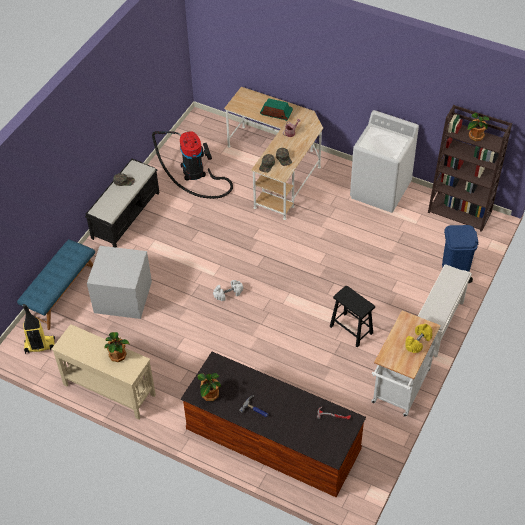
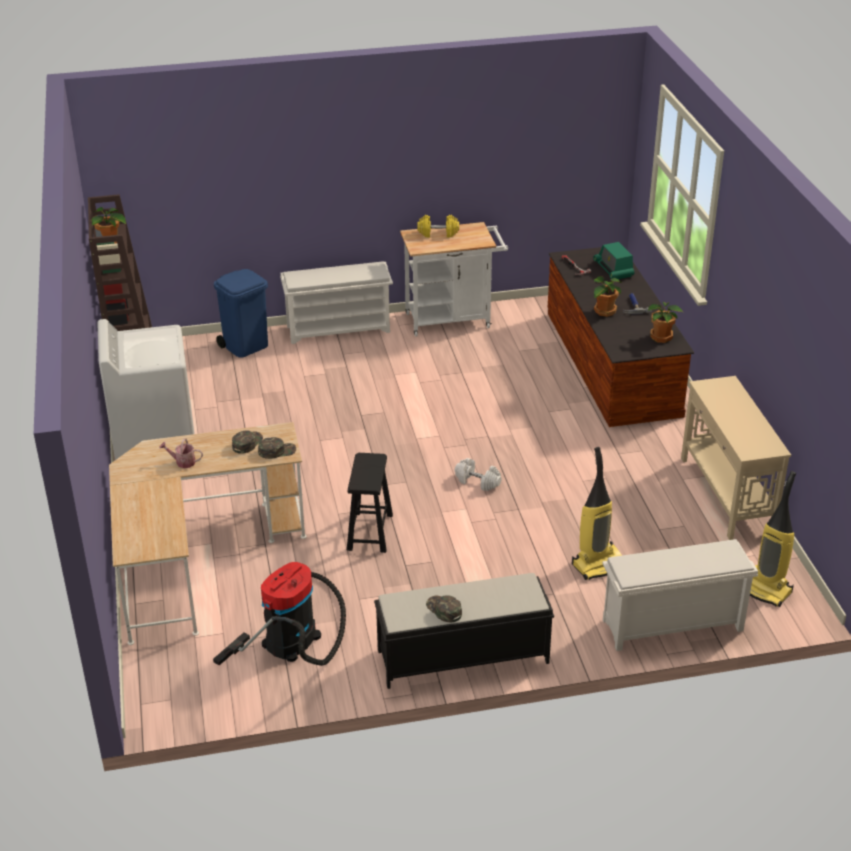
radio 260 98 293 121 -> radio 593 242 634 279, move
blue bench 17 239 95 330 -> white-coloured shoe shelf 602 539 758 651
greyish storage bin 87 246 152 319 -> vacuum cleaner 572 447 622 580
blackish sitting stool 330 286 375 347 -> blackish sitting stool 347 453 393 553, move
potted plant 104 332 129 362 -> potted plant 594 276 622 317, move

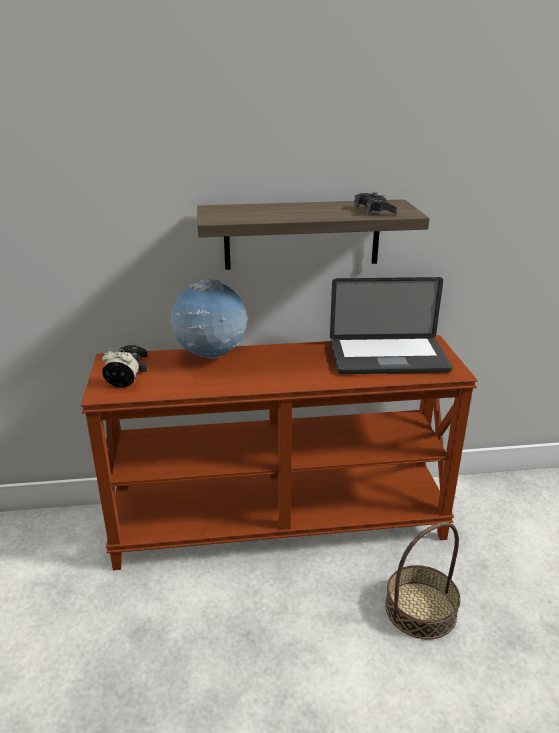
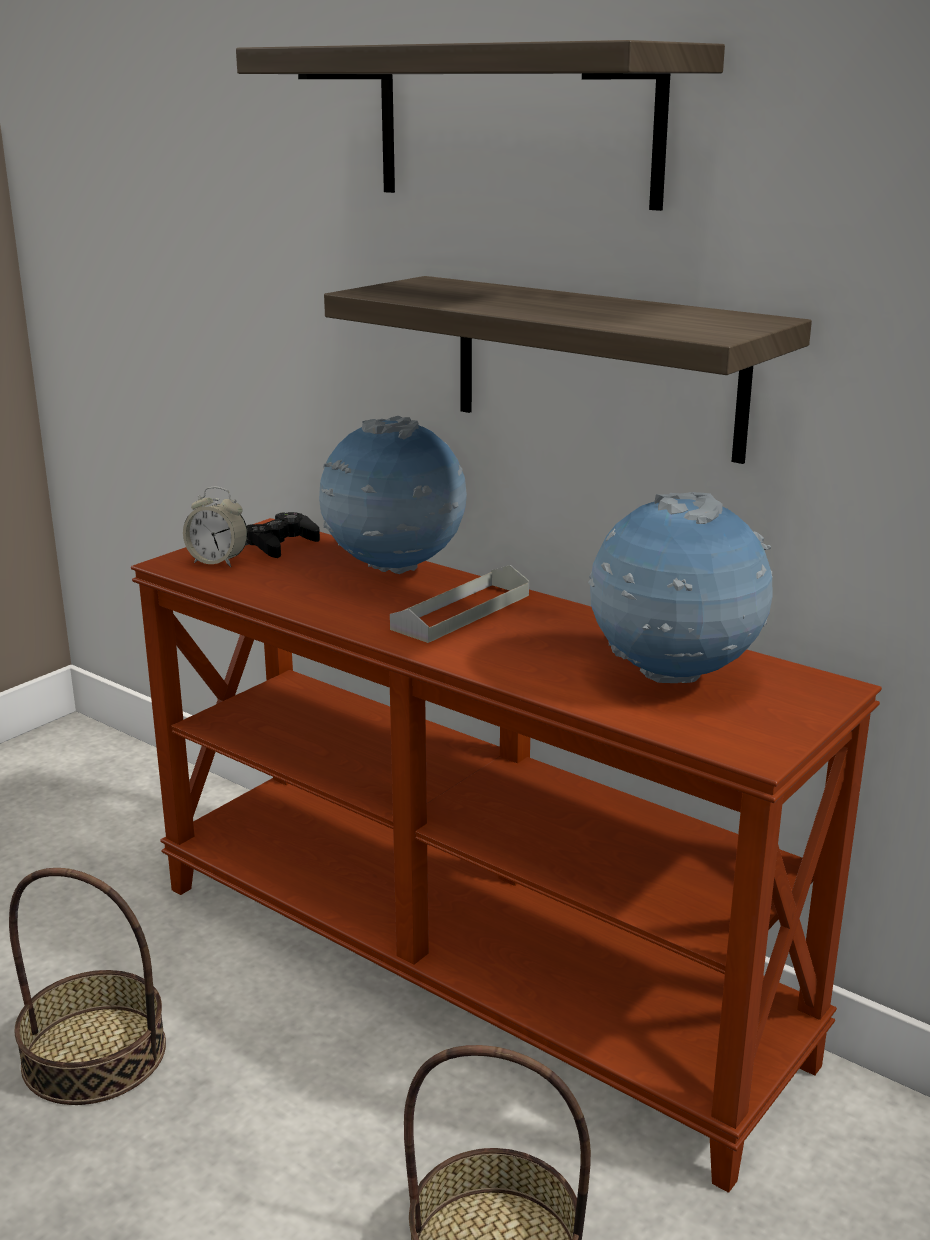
blackish game controller 354 192 397 215 -> none
notebook computer 330 277 453 374 -> world globe 588 492 773 683
table clock 102 348 139 387 -> table clock 183 487 248 567, 150 degrees clockwise
none -> wall shelf 236 40 725 211
none -> greyish serving tray 390 565 529 643
none -> storage basket 9 868 166 1105

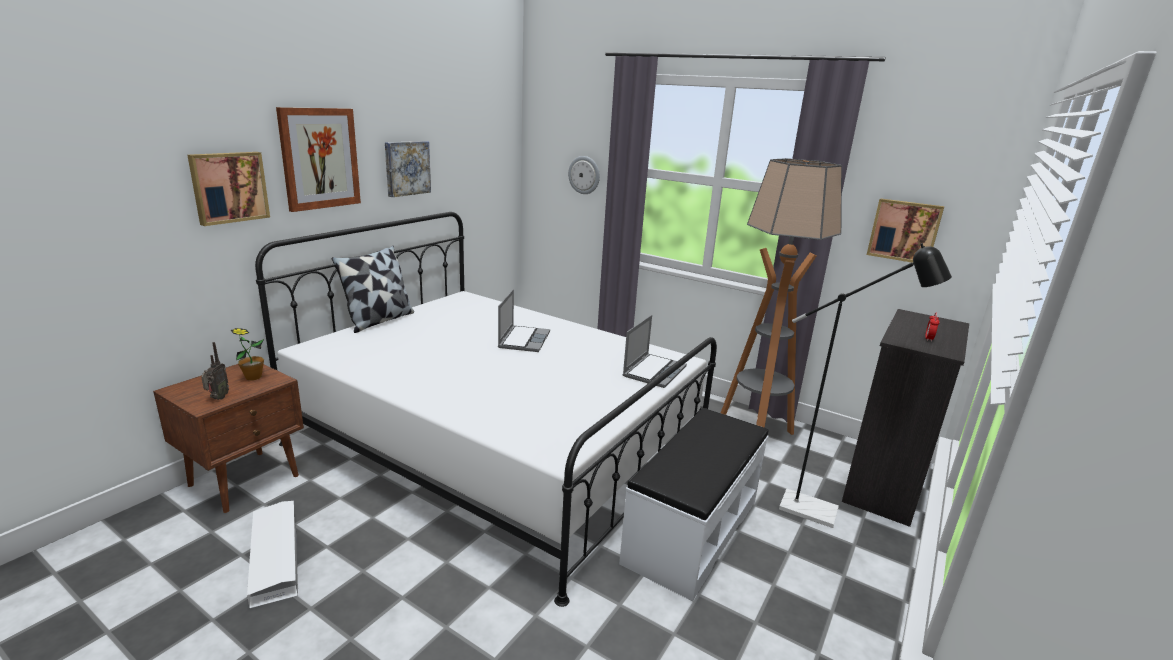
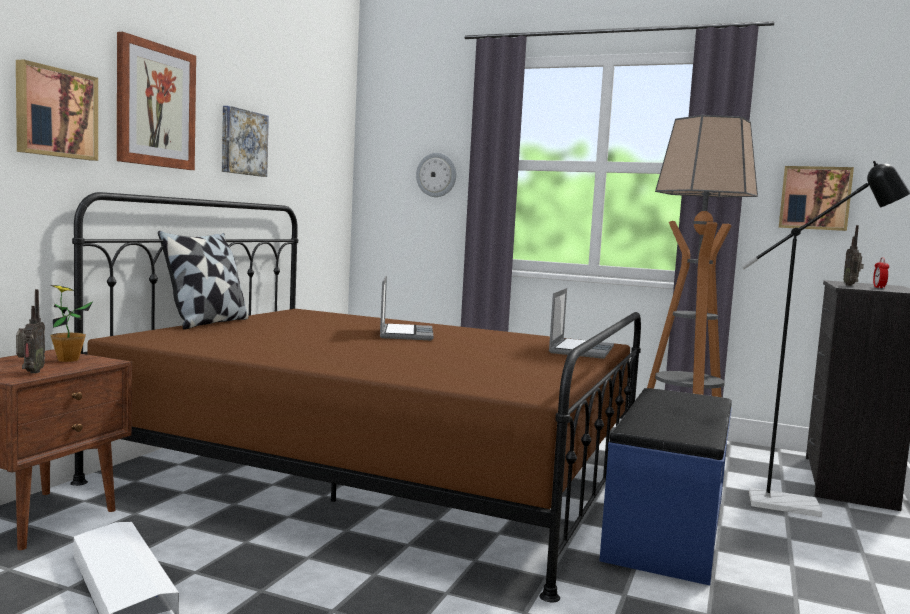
white-coloured sleeping bed 255 212 717 607 -> brown-coloured sleeping bed 70 192 641 603
white-coloured bench 619 408 769 601 -> blue bench 599 388 732 585
none -> radio 843 225 864 286

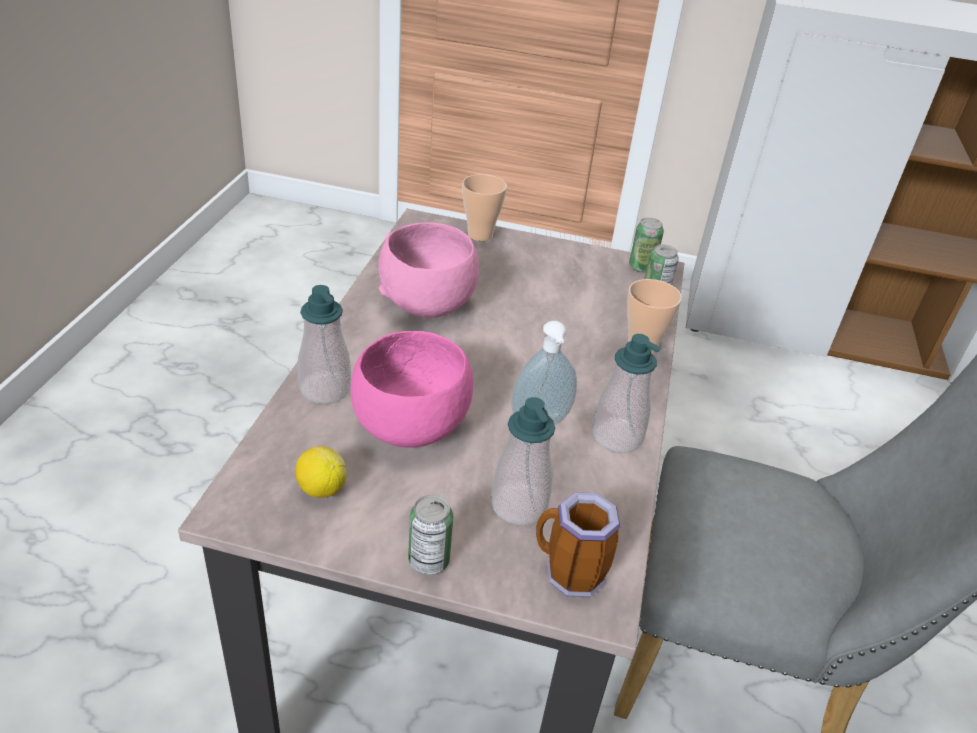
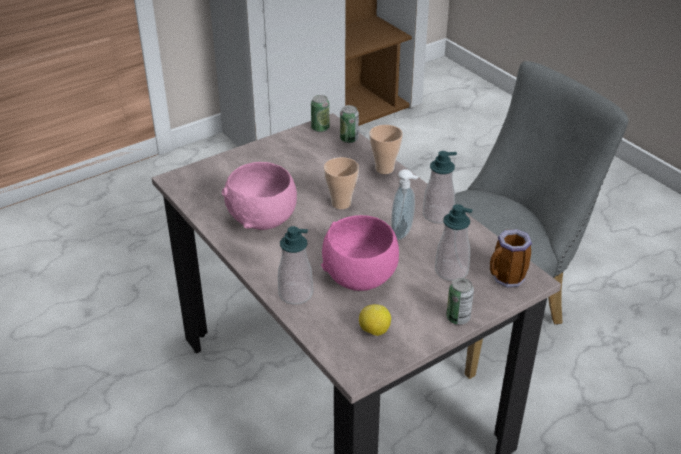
small cup 462 174 507 241 -> small cup 324 157 359 209, move

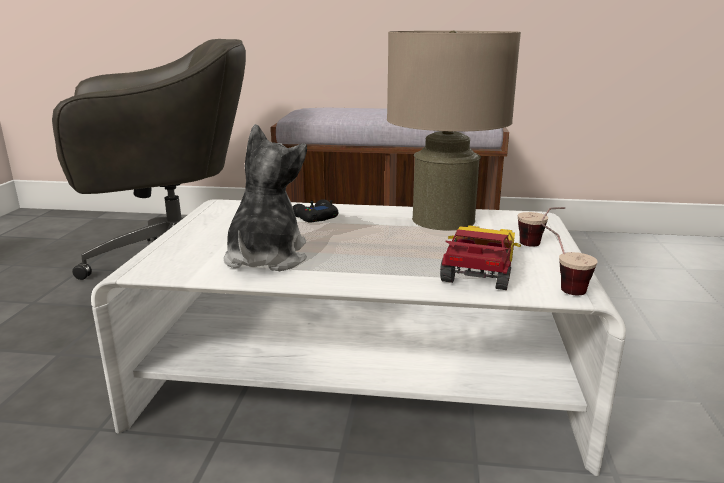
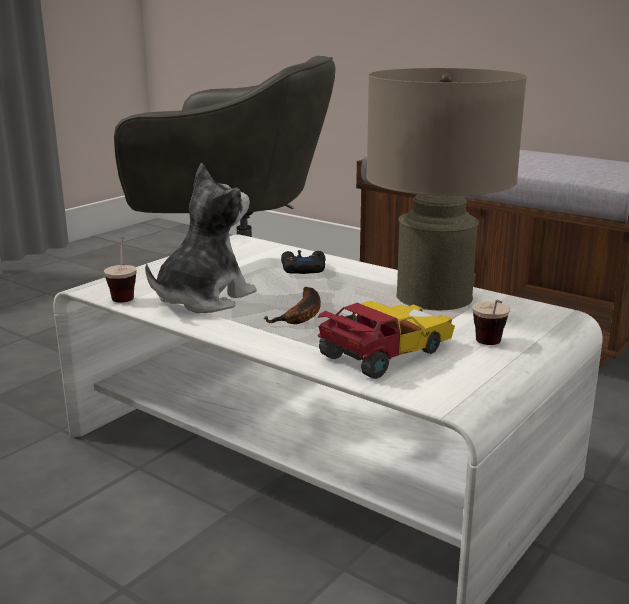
small cup 541 223 597 295 -> small cup 104 236 137 302, move
none -> banana fruit 264 287 321 324

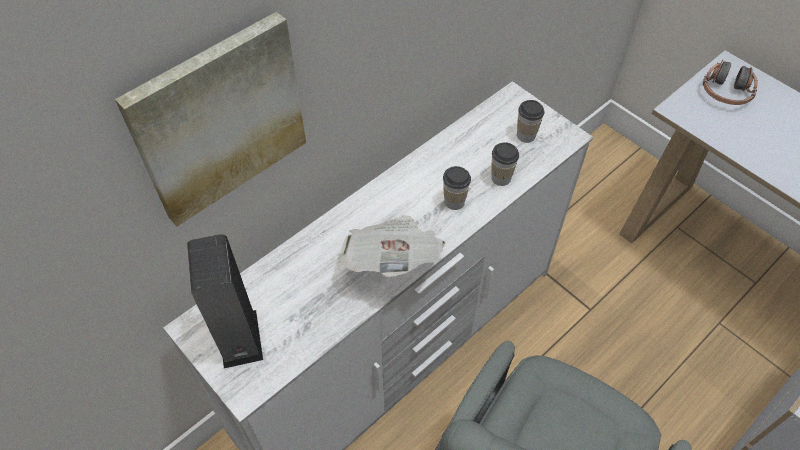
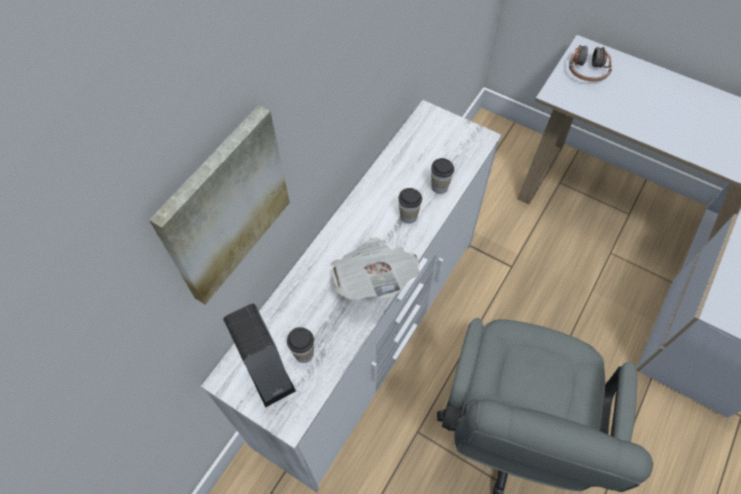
small cup 517 100 545 143 -> small cup 287 327 314 363, move

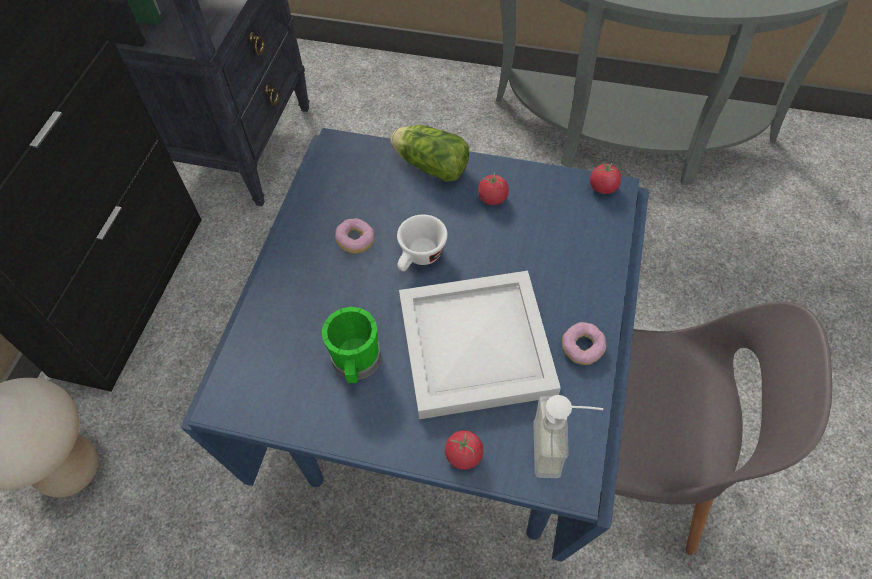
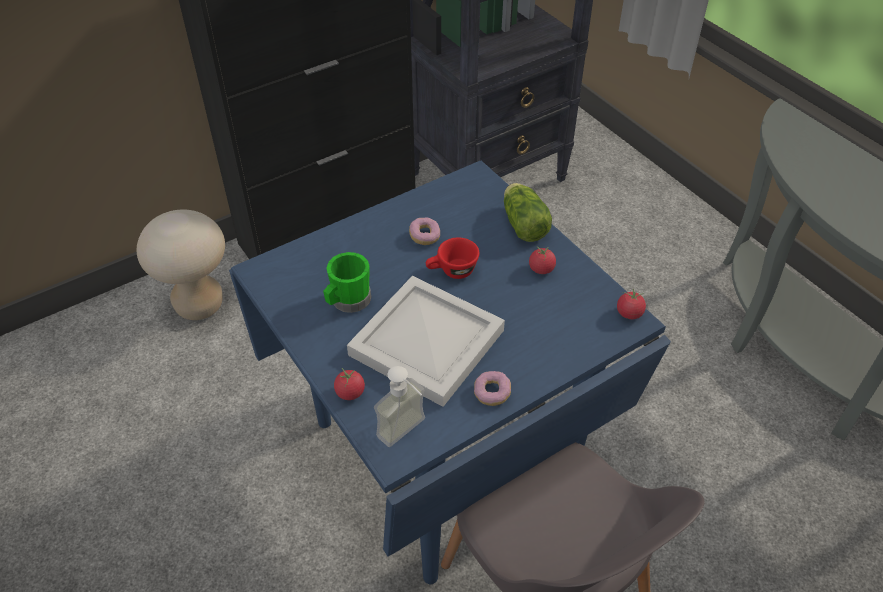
white-coloured small cup 397 214 448 272 -> reddish small cup 426 238 479 279

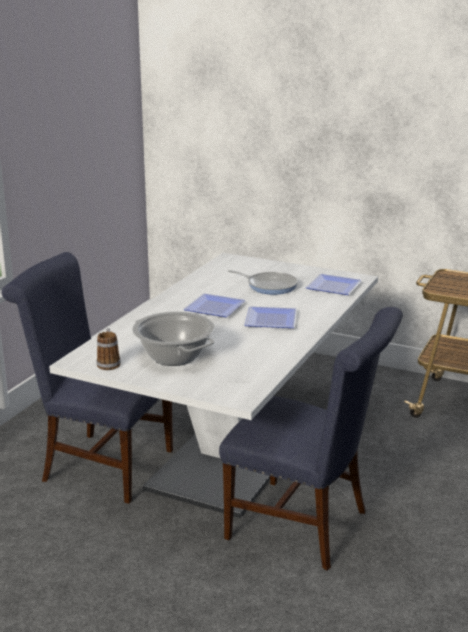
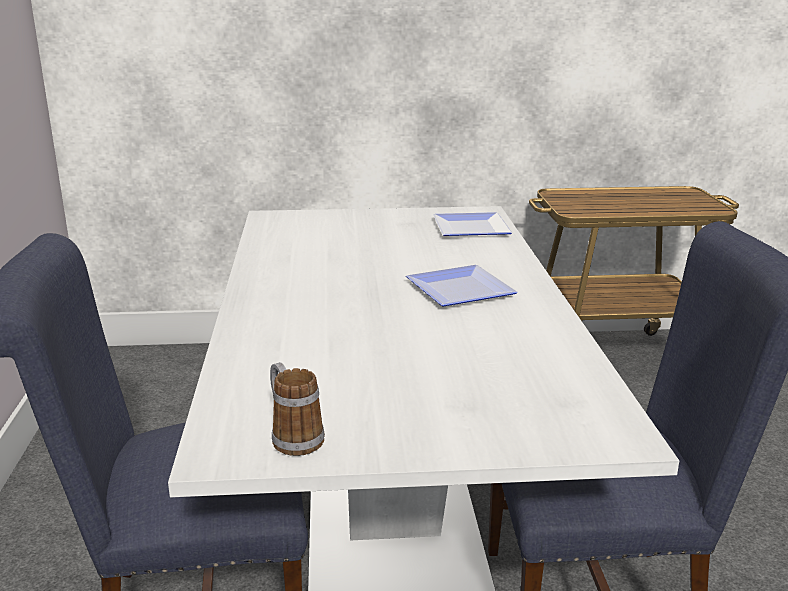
frying pan 228 270 298 294 -> none
dinner plate 183 294 246 317 -> none
cooking pot 132 312 215 366 -> none

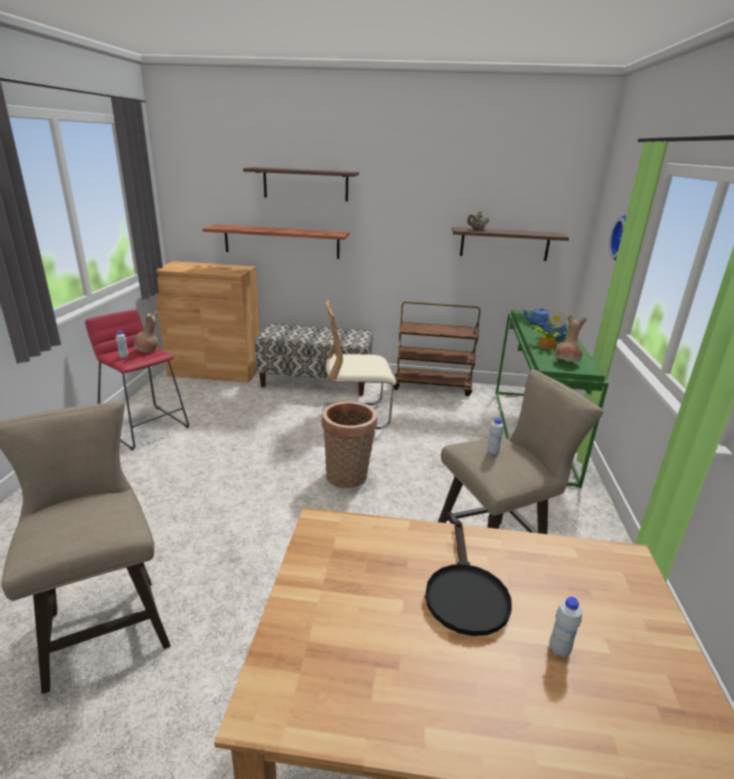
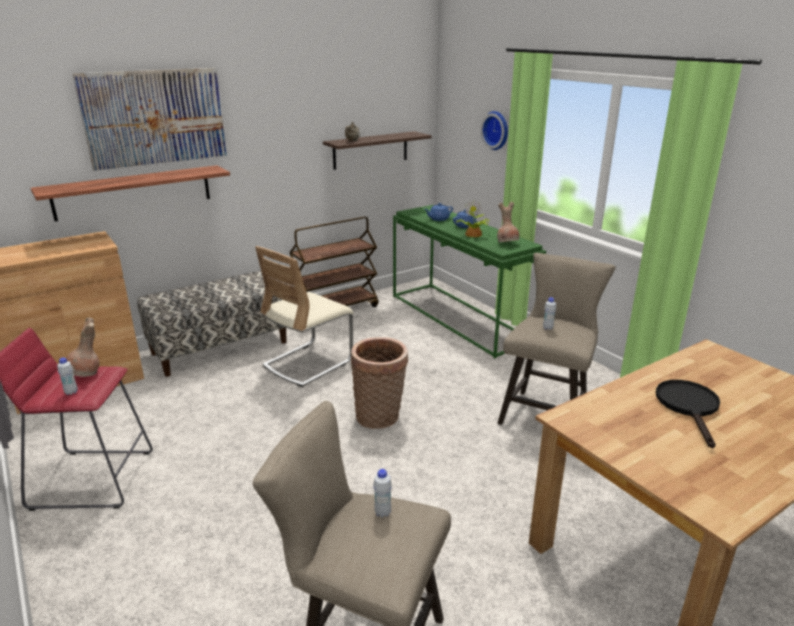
wall shelf 243 167 359 202 -> wall art 73 68 227 171
blackish frying pan 425 520 512 636 -> blackish frying pan 656 380 720 448, 135 degrees counterclockwise
white-coloured drink bottle 549 597 582 658 -> white-coloured drink bottle 373 469 392 518, move

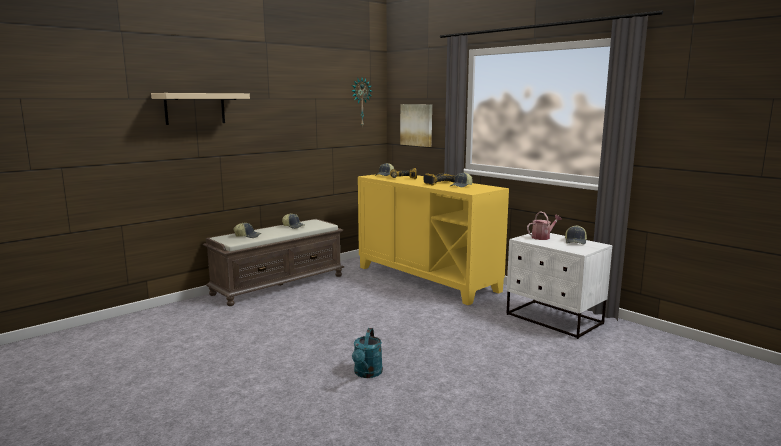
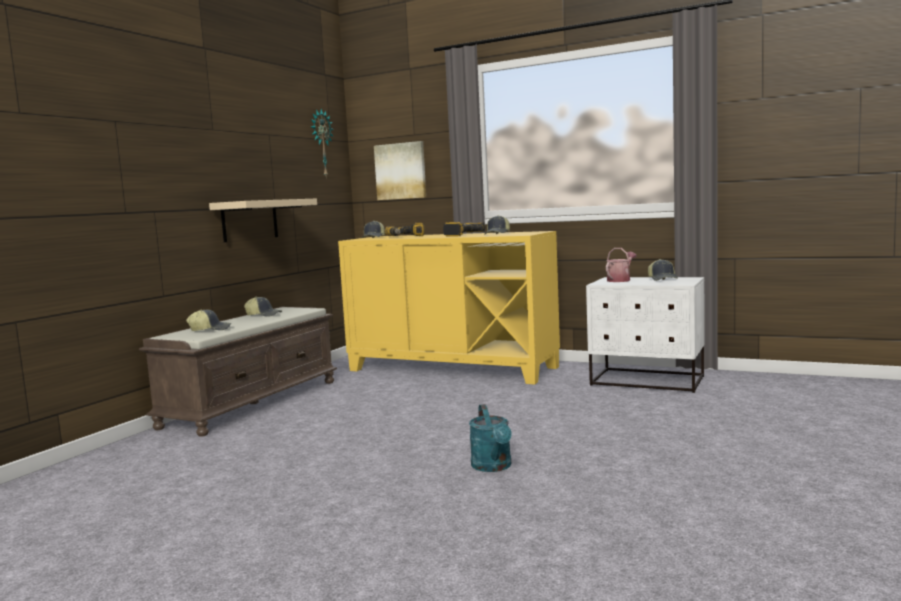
beige wall shelf 151 93 250 125 -> beige wall shelf 209 199 317 242, move

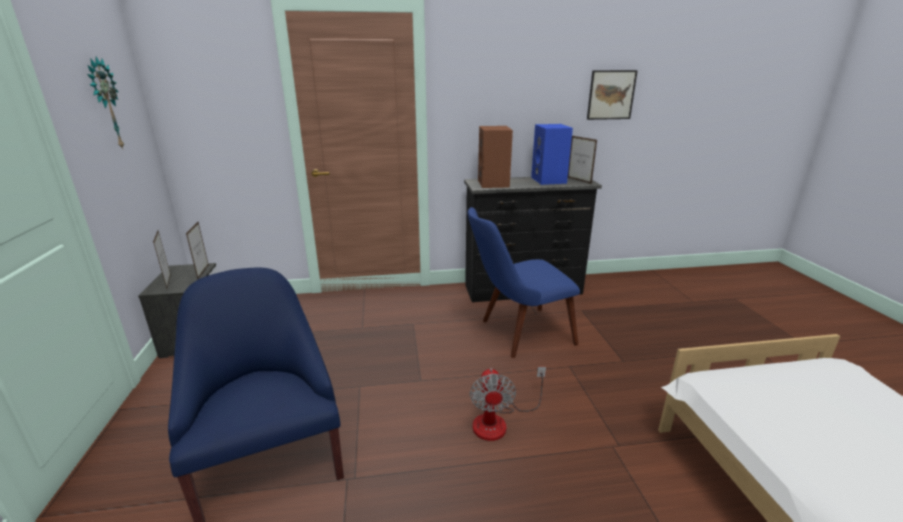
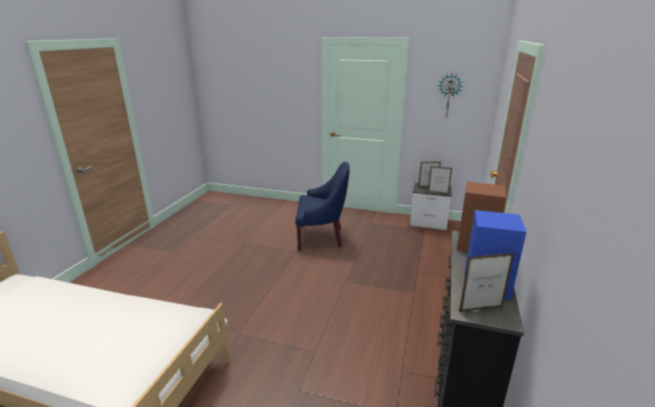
wall art 587 70 638 120 -> none
blue upright chair 468 207 580 358 -> none
fan 470 367 546 441 -> none

